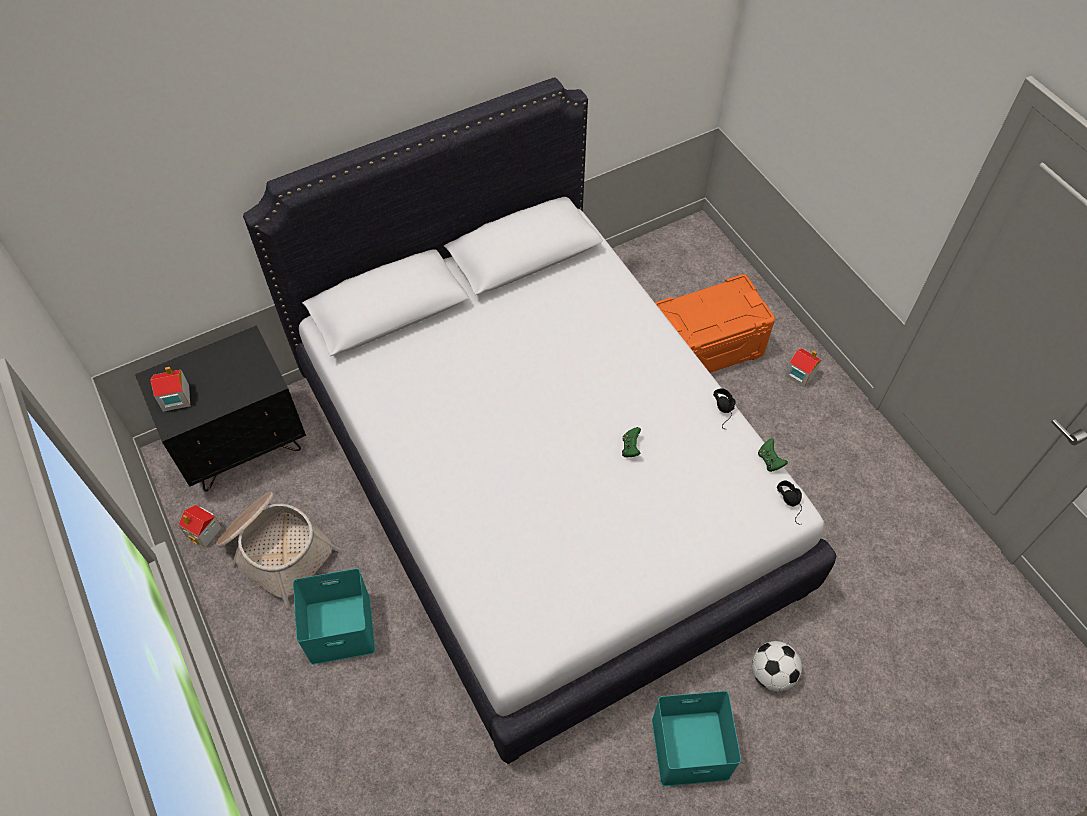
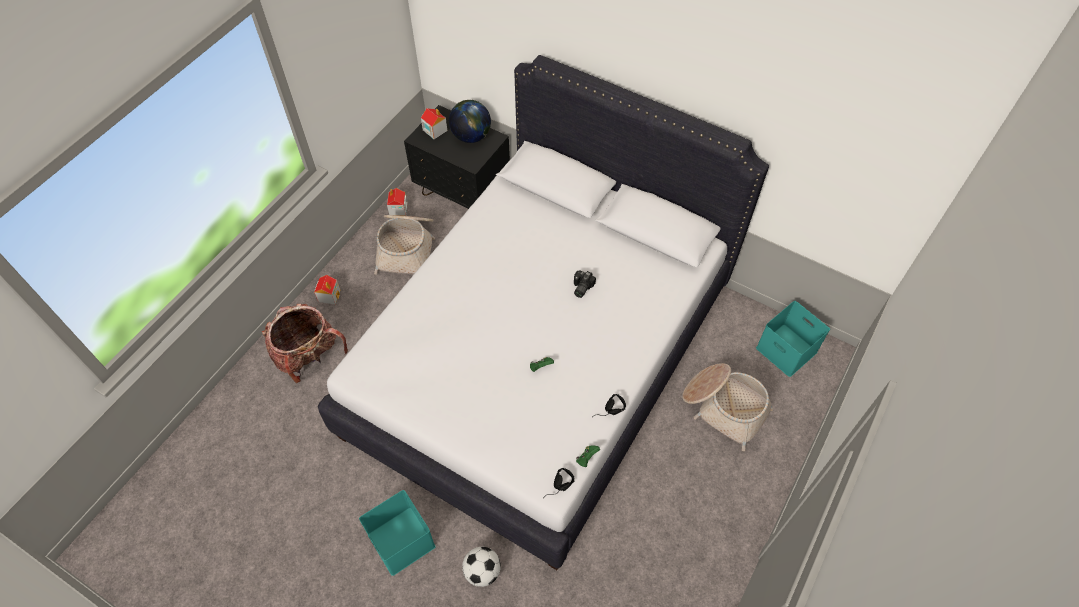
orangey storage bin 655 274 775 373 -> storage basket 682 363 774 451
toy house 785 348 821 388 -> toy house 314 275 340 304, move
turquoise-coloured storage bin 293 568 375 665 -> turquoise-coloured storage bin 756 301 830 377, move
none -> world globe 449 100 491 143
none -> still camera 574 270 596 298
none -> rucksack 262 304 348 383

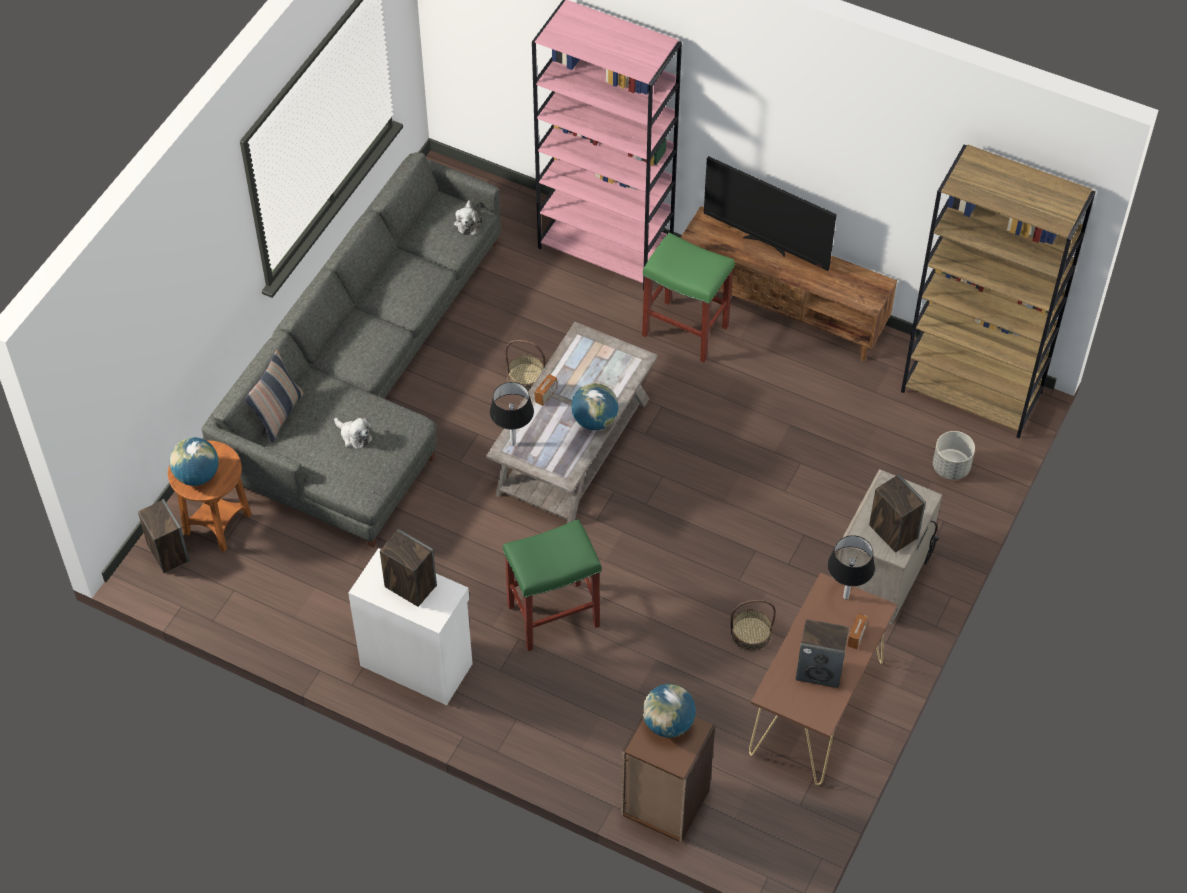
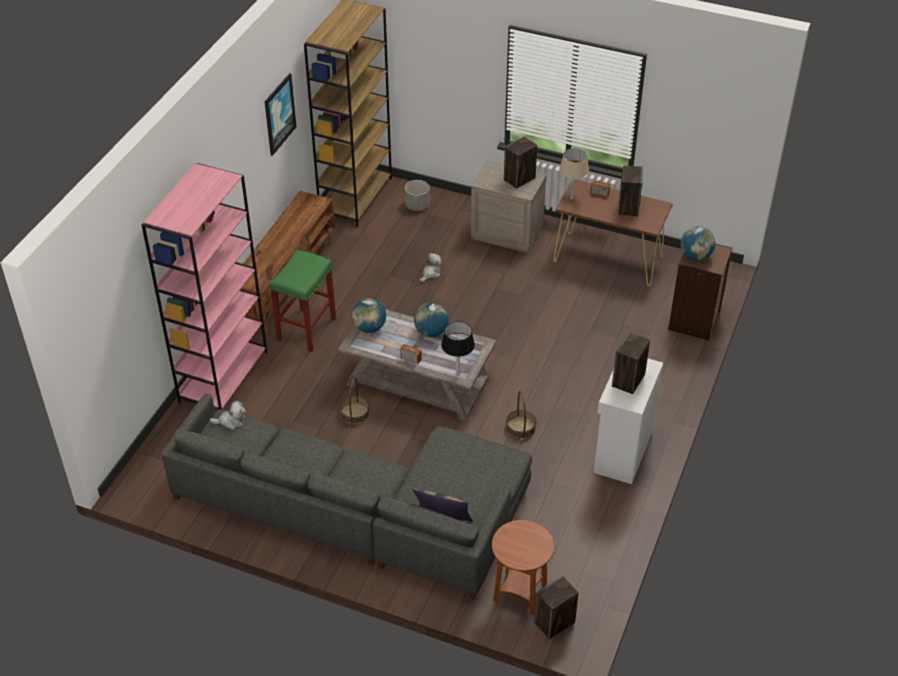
television 704 156 837 271 -> none
soft toy 334 418 372 449 -> soft toy 420 253 442 283, move
world globe 169 437 219 486 -> world globe 352 298 386 333, move
green sitting stool 503 519 601 651 -> none
blackish table lamp 828 535 875 600 -> beige table lamp 559 148 589 200
storage basket 731 600 776 652 -> storage basket 506 391 536 439, move
none -> wall art 265 73 297 156

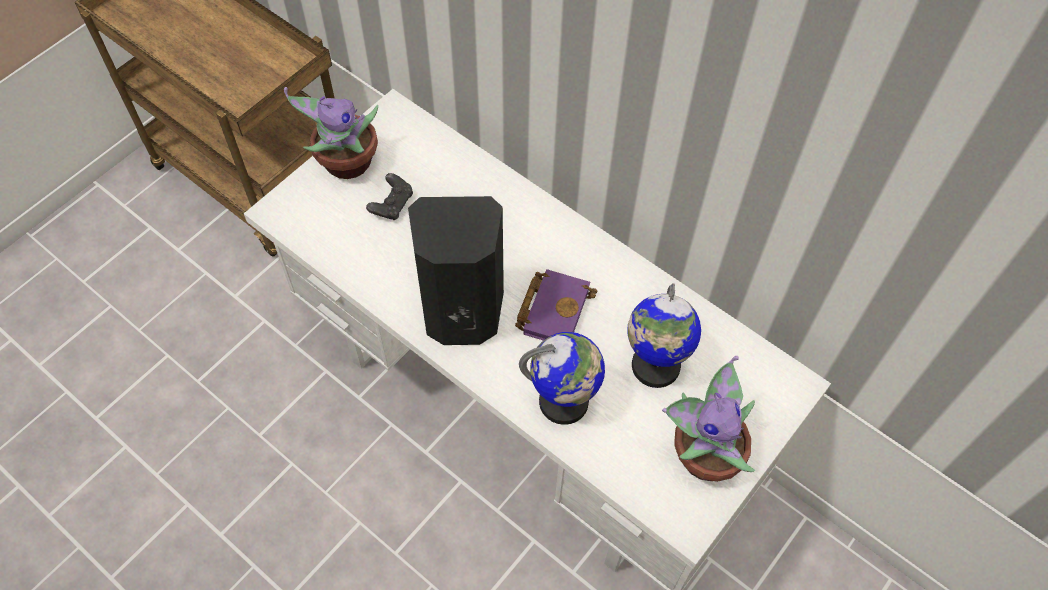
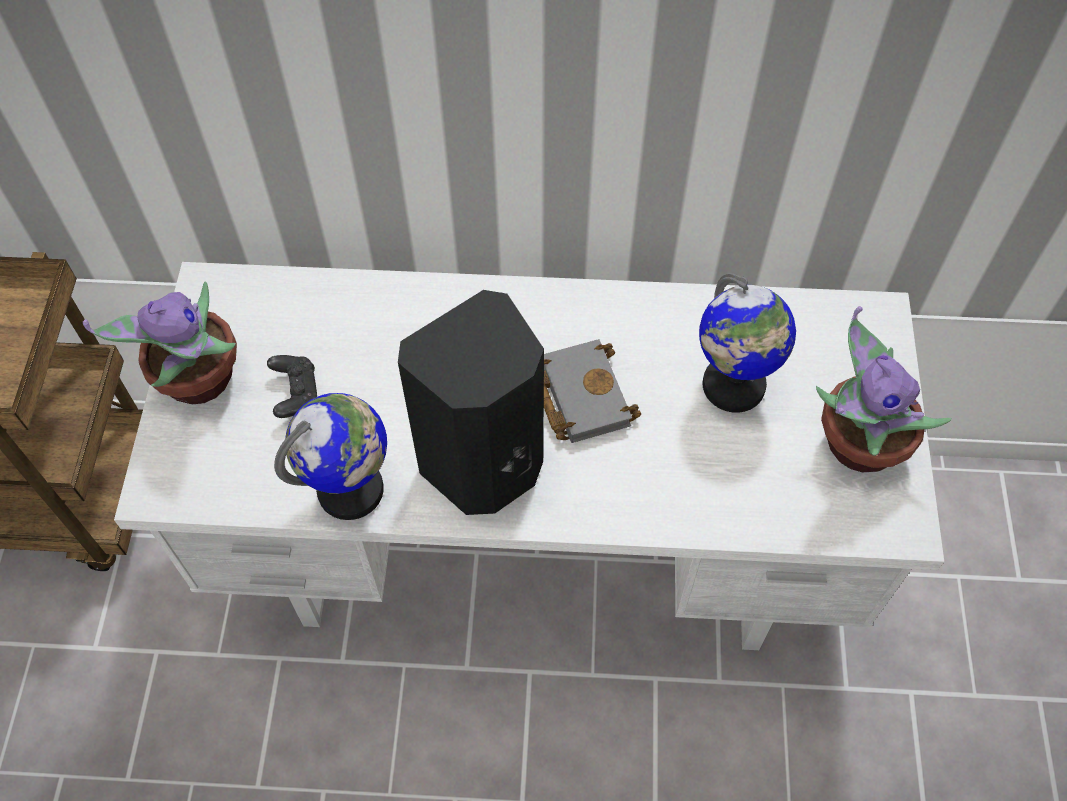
purplish volume 515 269 597 341 -> greyish volume 544 339 641 443
world globe 519 332 605 425 -> world globe 274 393 387 520, move

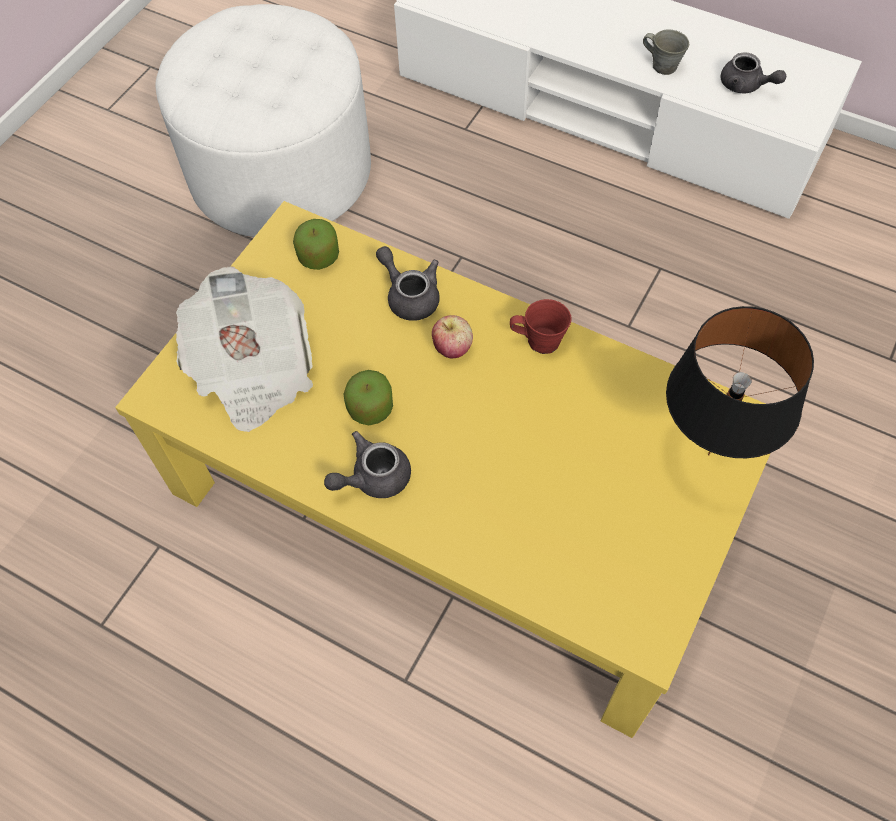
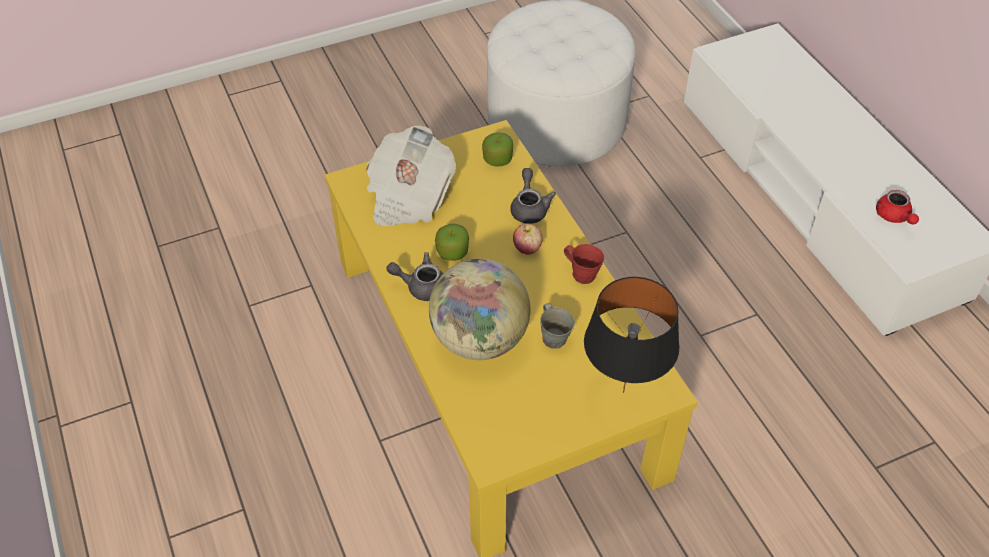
greyish tea mug 643 29 689 75 -> greyish tea mug 540 303 575 349, move
greyish teapot 721 52 786 94 -> reddish teapot 876 190 919 225
none -> world globe 429 258 530 360

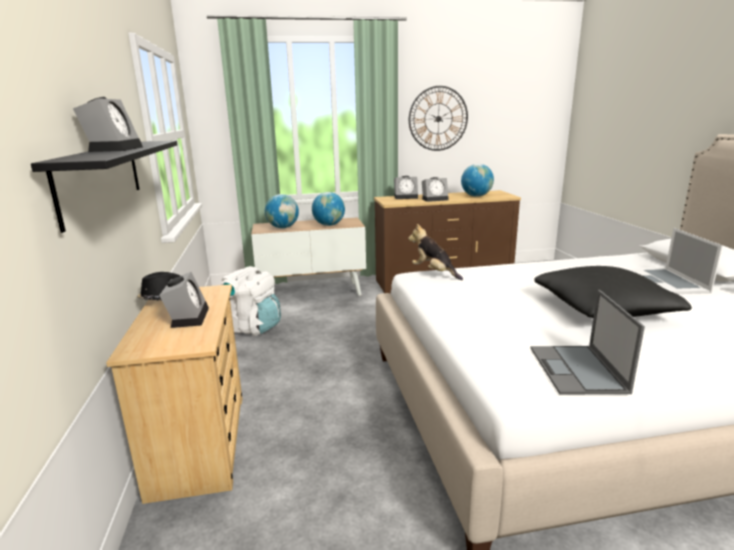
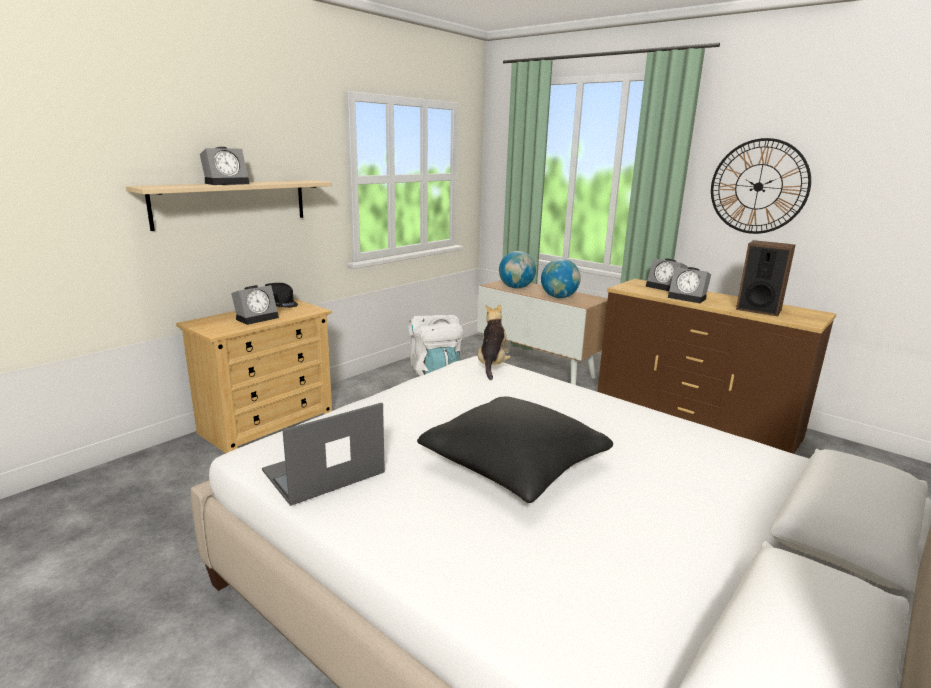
blackish wall shelf 31 141 177 233 -> beige wall shelf 126 180 332 231
world globe 461 164 494 197 -> loudspeaker 736 240 795 316
notebook computer 626 228 723 294 -> none

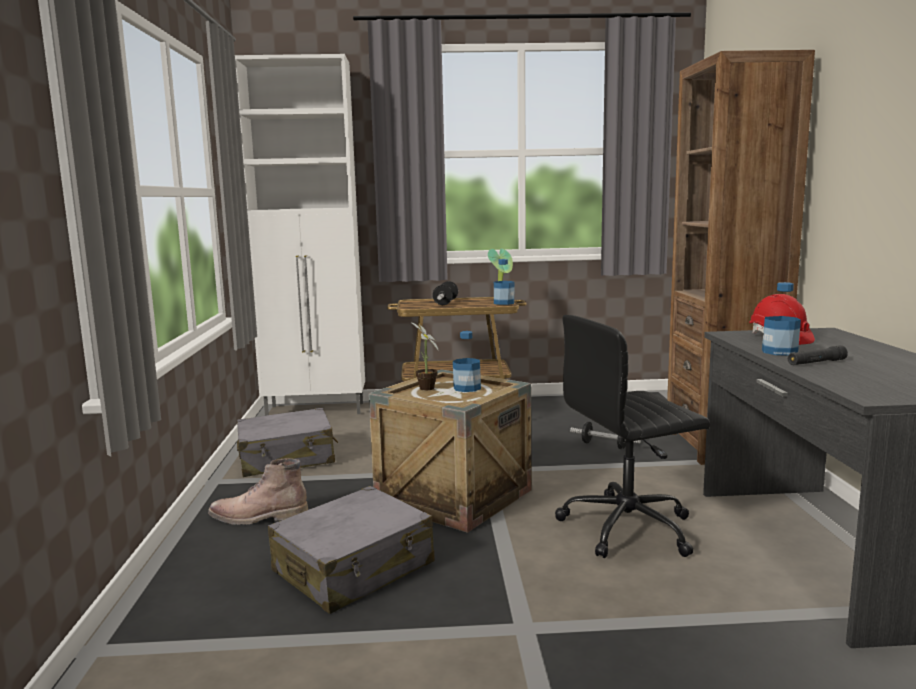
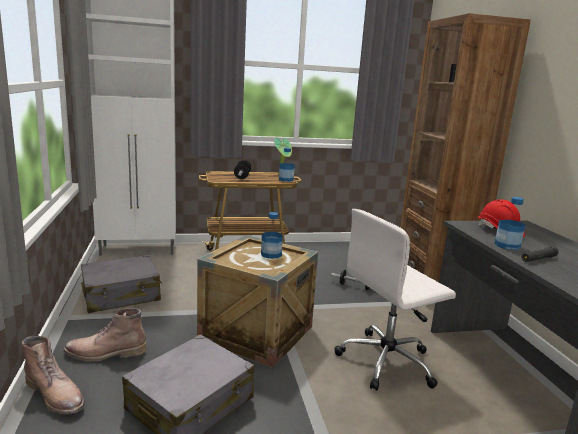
blackish computer chair 555 315 710 558 -> white-coloured computer chair 334 209 456 391
potted plant 411 322 439 391 -> none
none -> brown-coloured boot 22 336 85 415

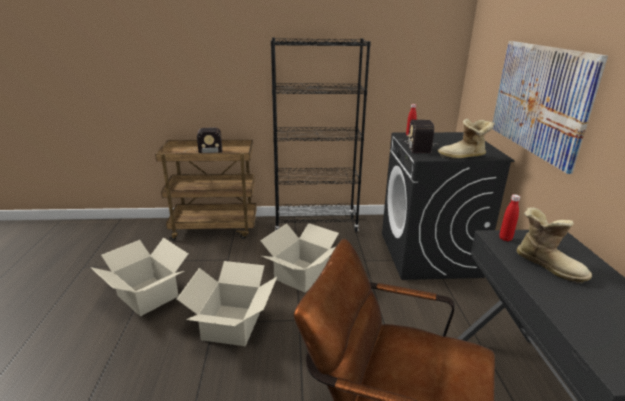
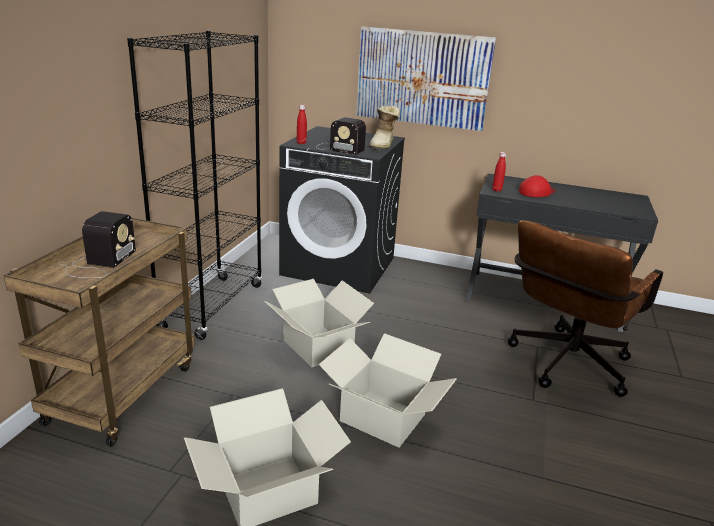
boot 517 207 592 284 -> reddish baseball cap 519 175 555 197

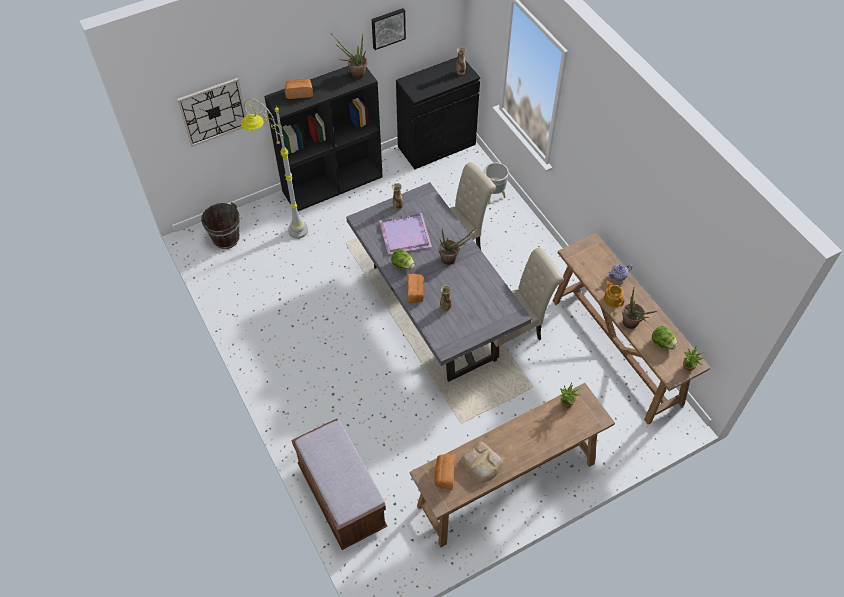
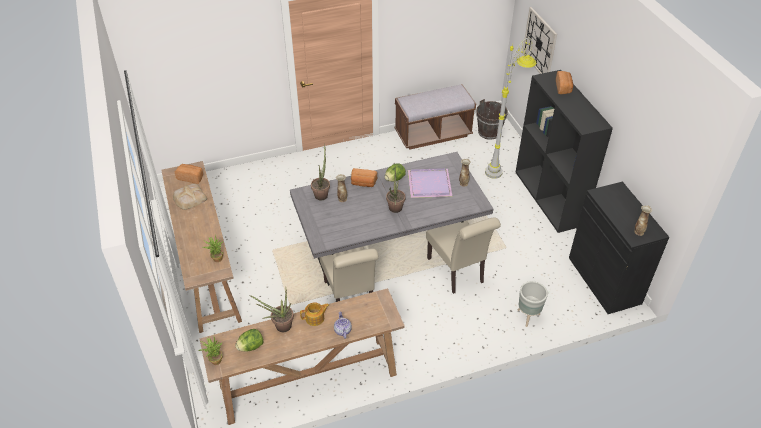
wall art 372 8 406 50 -> none
potted plant 331 33 367 79 -> potted plant 311 144 330 200, move
brown-coloured bench 292 419 387 550 -> brown-coloured bench 394 84 476 150, move

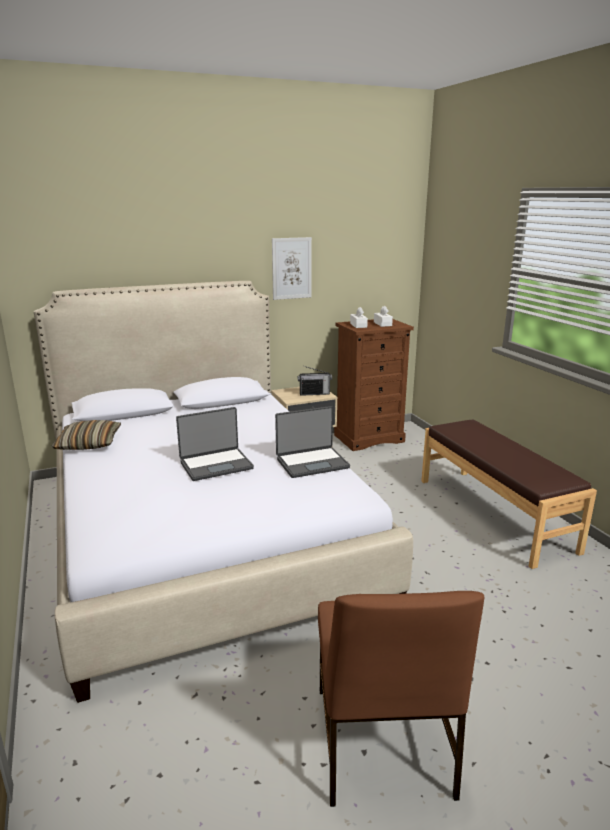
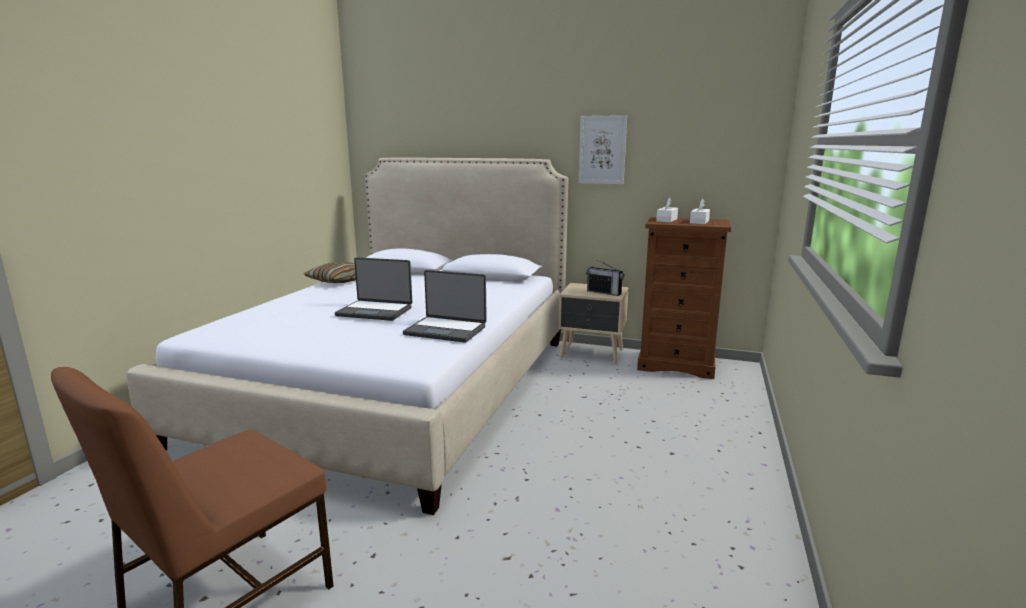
brown-coloured bench 421 419 597 569 -> none

